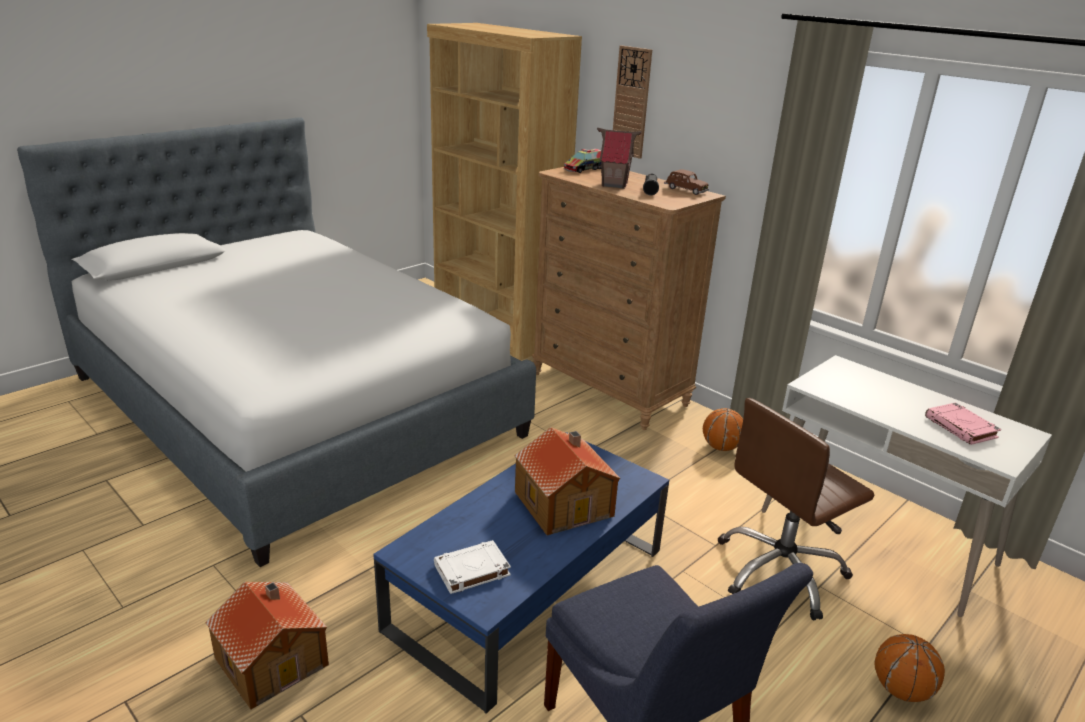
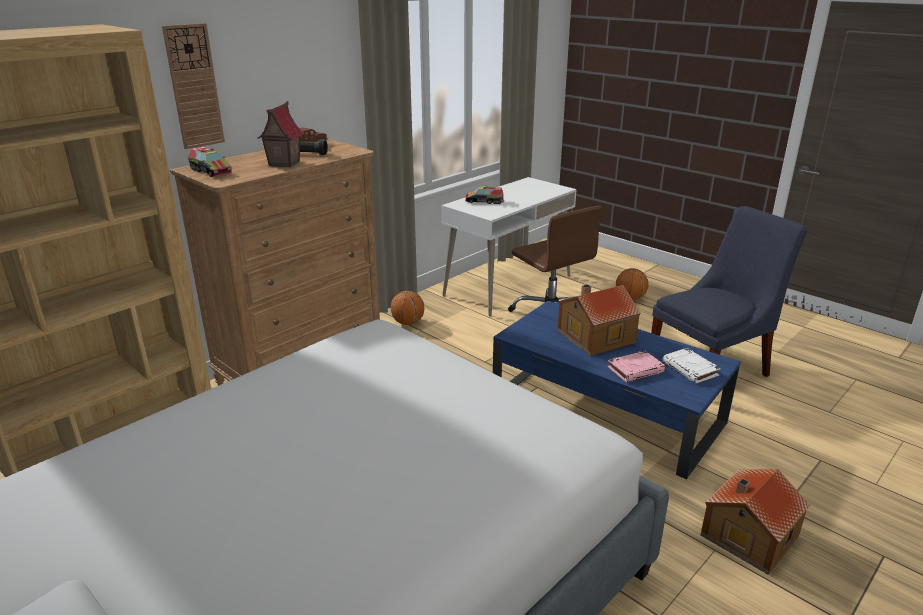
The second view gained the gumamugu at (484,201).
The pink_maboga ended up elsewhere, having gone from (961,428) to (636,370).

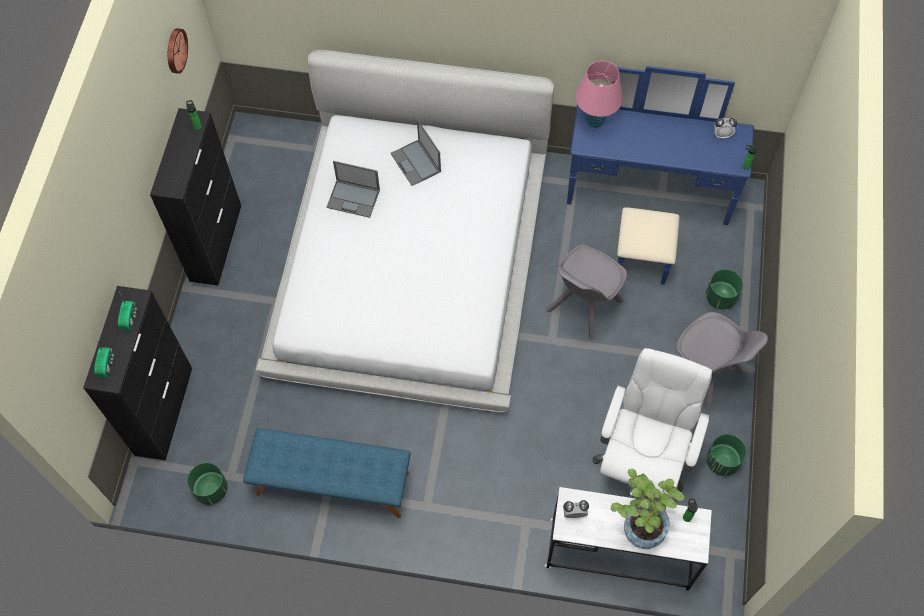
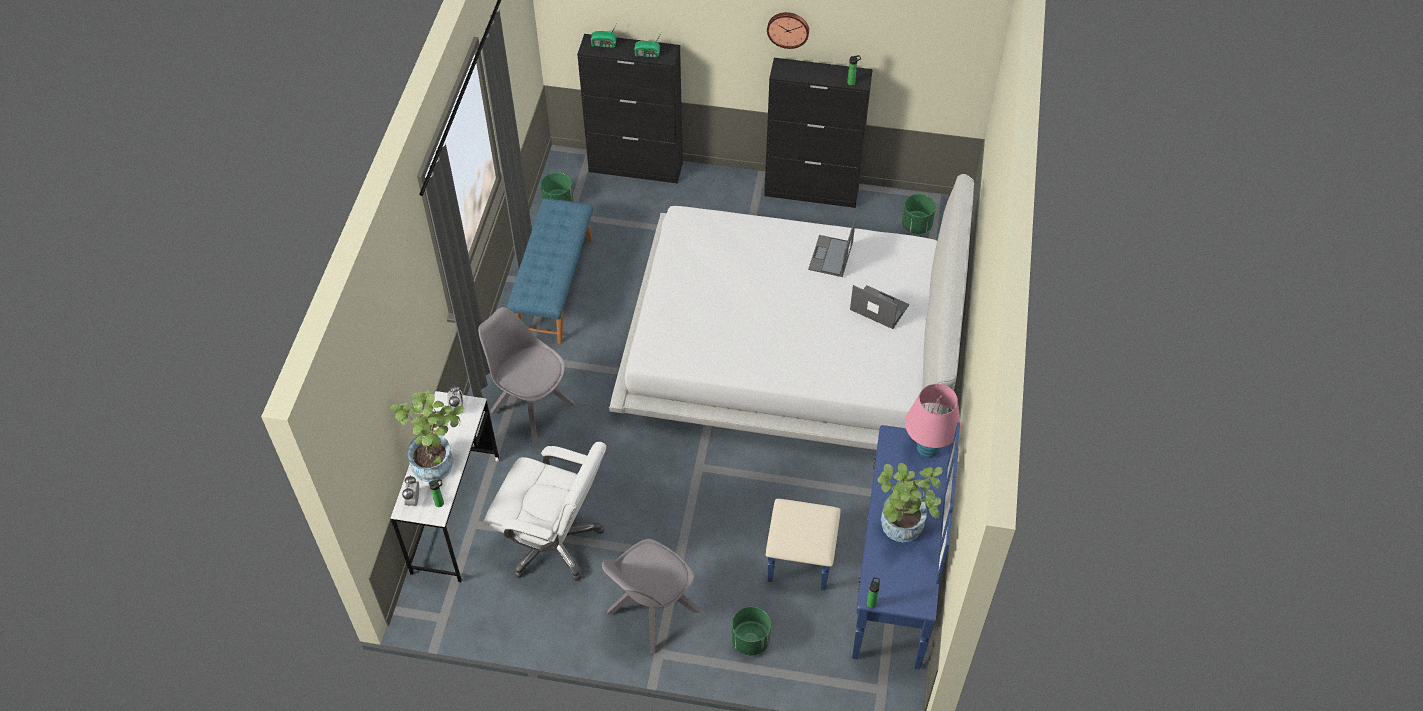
The second view gained the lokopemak at (900,530).
The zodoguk ended up elsewhere, having gone from (175,50) to (788,29).
The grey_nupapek ended up elsewhere, having gone from (583,307) to (531,406).
The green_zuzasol ended up elsewhere, having gone from (722,461) to (916,225).
The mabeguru ended up elsewhere, having gone from (722,134) to (413,500).
The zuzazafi at (416,163) ended up facing another way, 60 degrees clockwise from before.

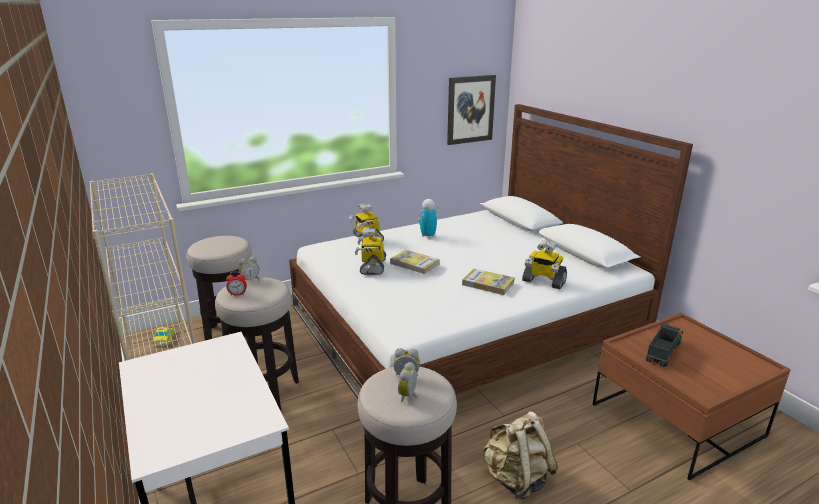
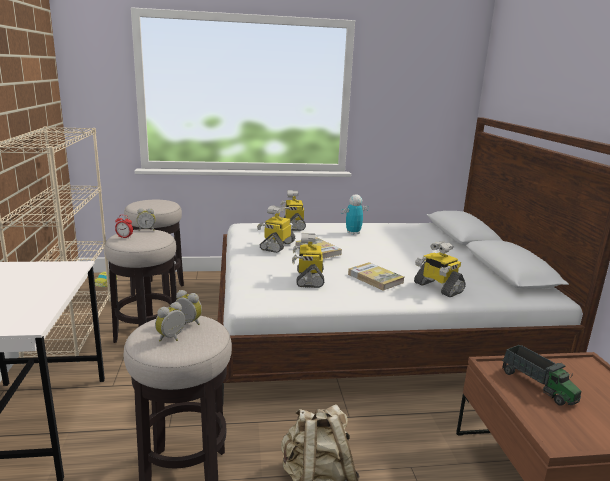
The second view lost the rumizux at (470,109).
The second view gained the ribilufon at (309,278).
The gumamugu at (663,352) ended up facing another way, 90 degrees clockwise from before.

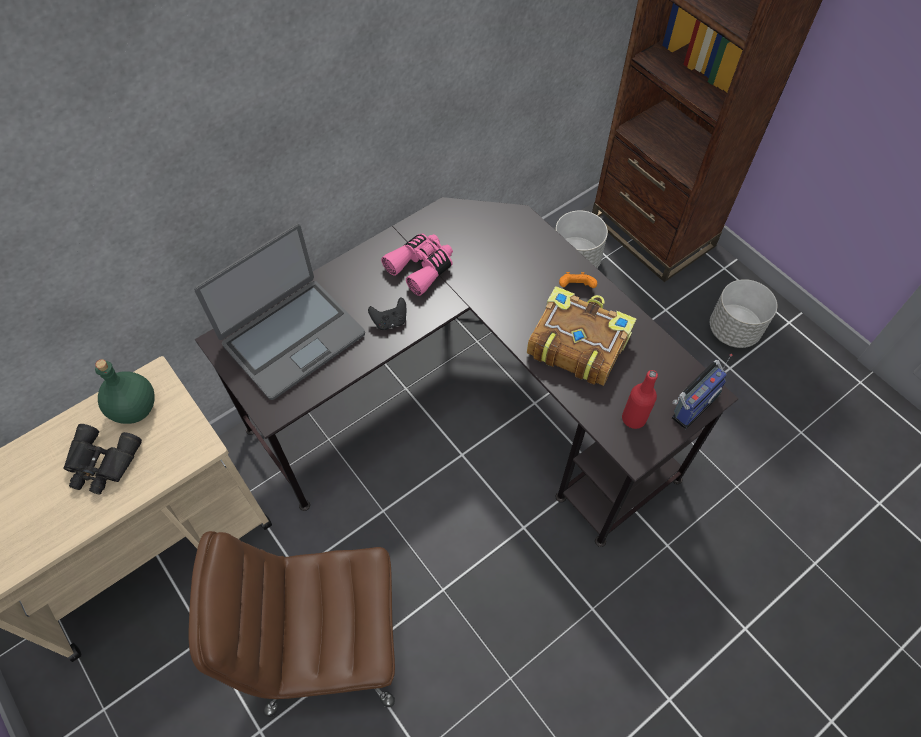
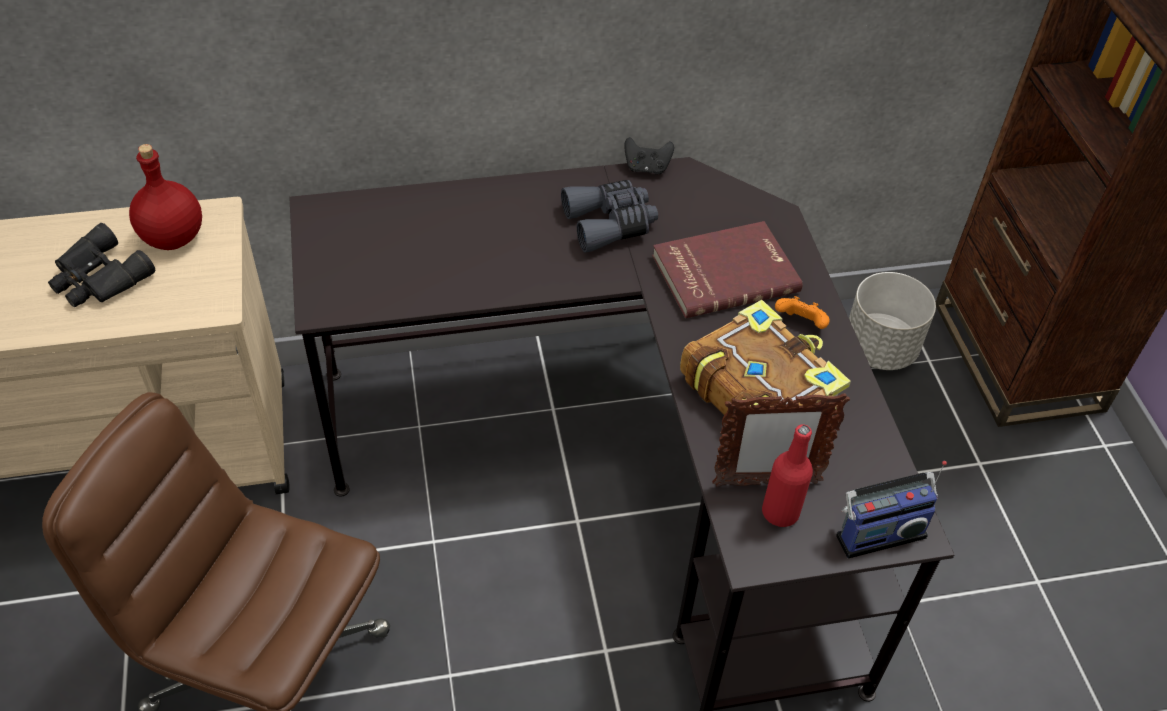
The second view lost the zuzazafi at (292,338).
The second view lost the grey_zuzasol at (734,330).
The second view gained the red_maboga at (724,272).
The second view gained the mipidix at (765,483).
The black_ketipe ended up elsewhere, having gone from (390,321) to (647,168).
What was the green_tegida at (136,409) turned into the red_tegida at (173,238).
What was the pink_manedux at (421,267) turned into the grey_manedux at (610,223).

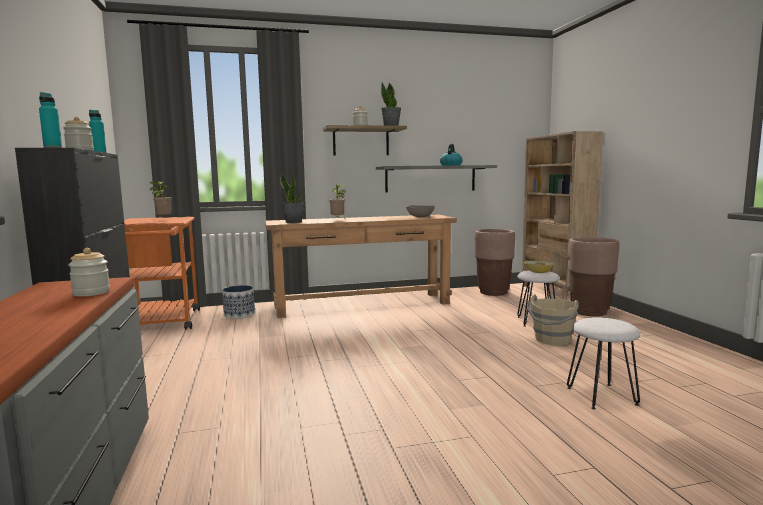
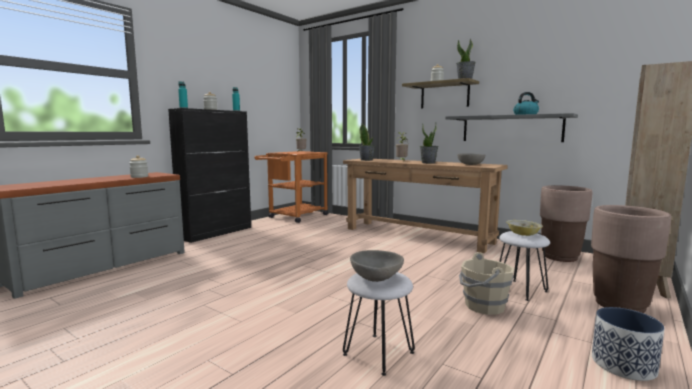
The second view gained the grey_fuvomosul at (376,278).
The second view gained the lokopemak at (428,162).
The zuzasol ended up elsewhere, having gone from (239,315) to (624,365).

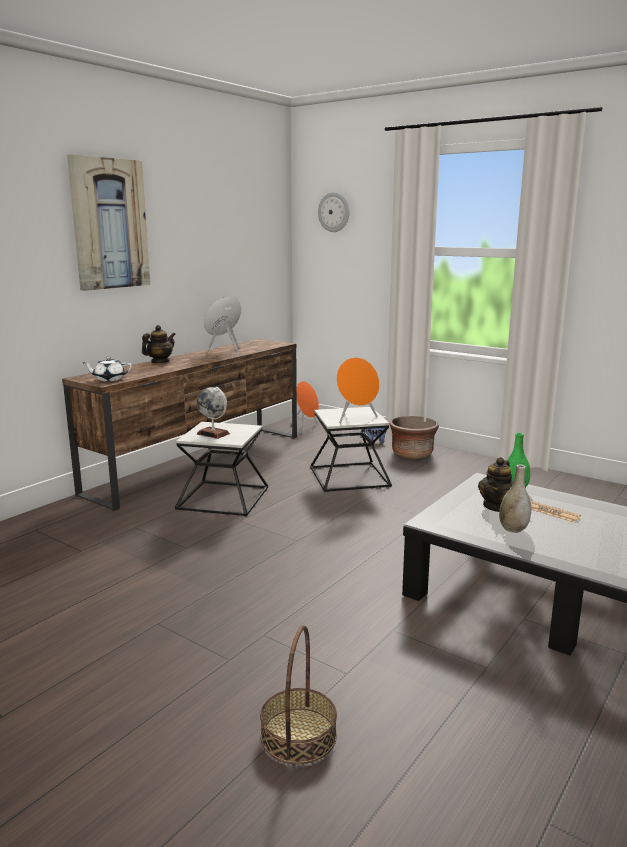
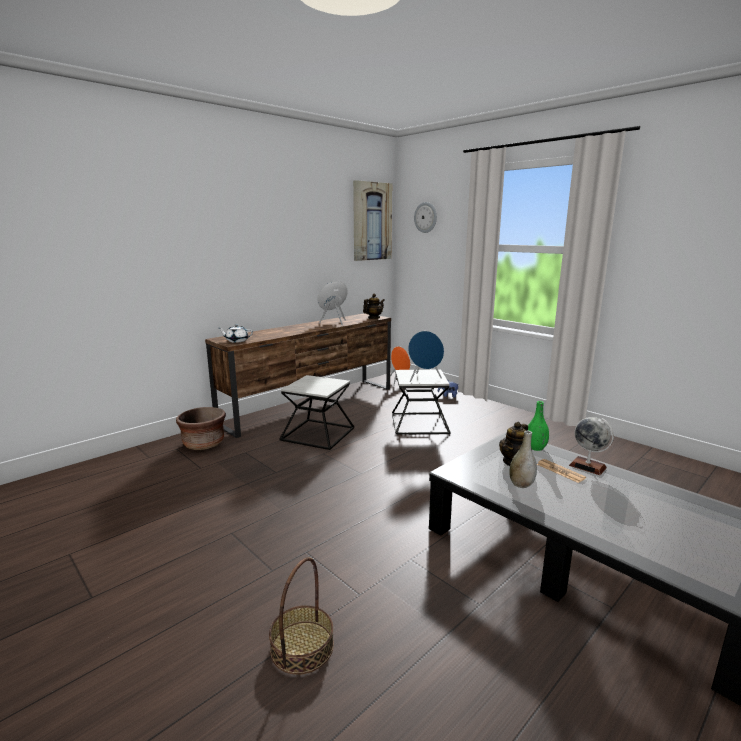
The rumizux ended up elsewhere, having gone from (109,224) to (372,221).
The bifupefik ended up elsewhere, having gone from (160,362) to (373,318).
The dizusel ended up elsewhere, having gone from (213,434) to (587,466).
The brown_zuzasol ended up elsewhere, having gone from (412,454) to (204,443).
What was the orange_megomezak at (356,419) turned into the blue_megomezak at (424,379).

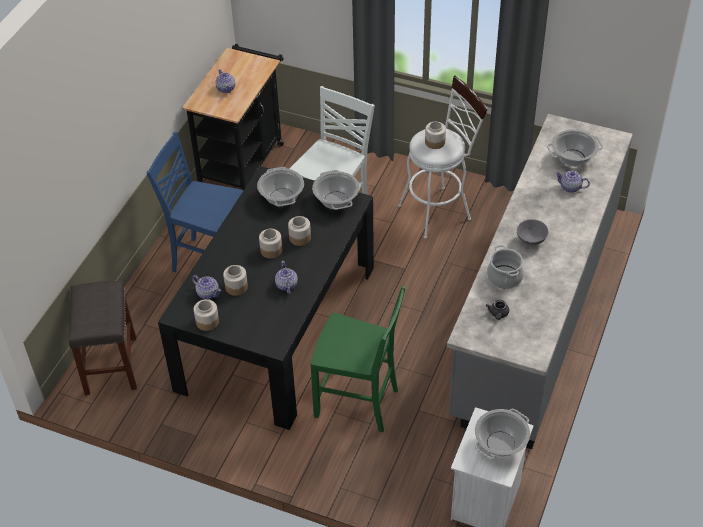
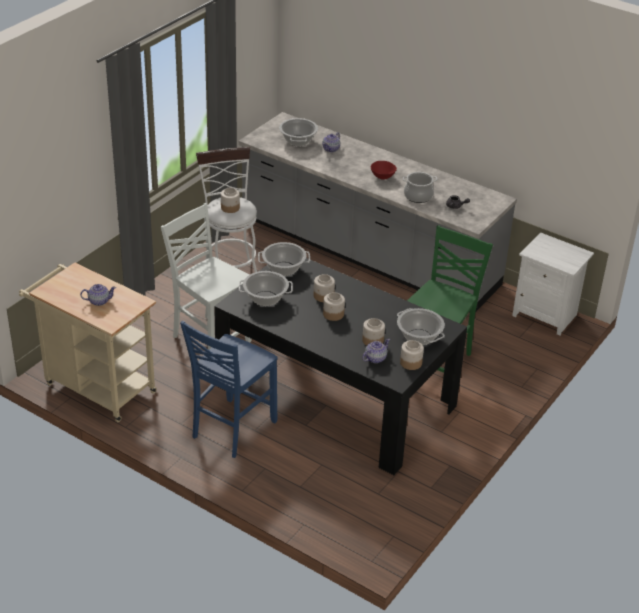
The second view lost the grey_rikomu at (110,365).
The second view lost the bifupefik at (286,285).
The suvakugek ended up elsewhere, having gone from (500,444) to (419,337).
What was the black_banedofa at (244,161) turned into the beige_banedofa at (95,386).
What was the grey_fuvomosul at (530,240) turned into the red_fuvomosul at (382,177).

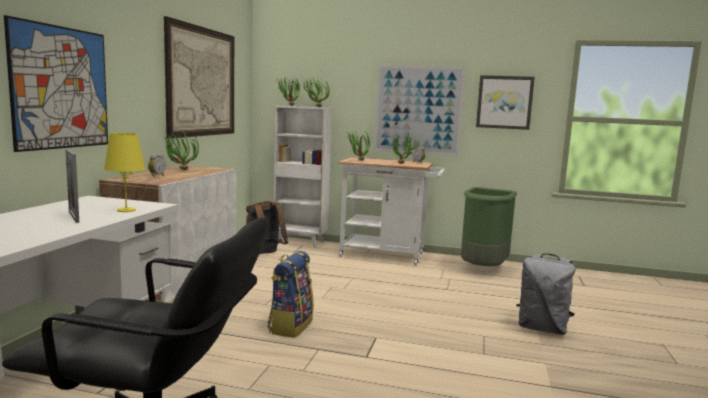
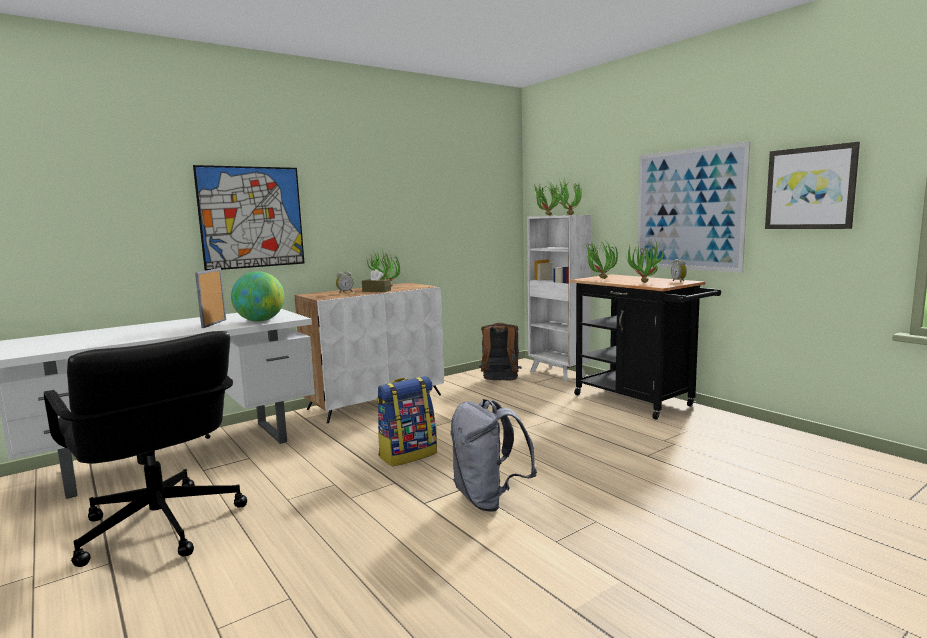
The second view lost the rumizux at (202,82).
The second view lost the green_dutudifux at (483,270).
The second view gained the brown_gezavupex at (376,291).
The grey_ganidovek ended up elsewhere, having gone from (542,328) to (489,499).
Where the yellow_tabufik stood at (126,210), the dizusel came to stand at (260,321).
What was the white_banedofa at (388,255) turned into the black_banedofa at (639,402).

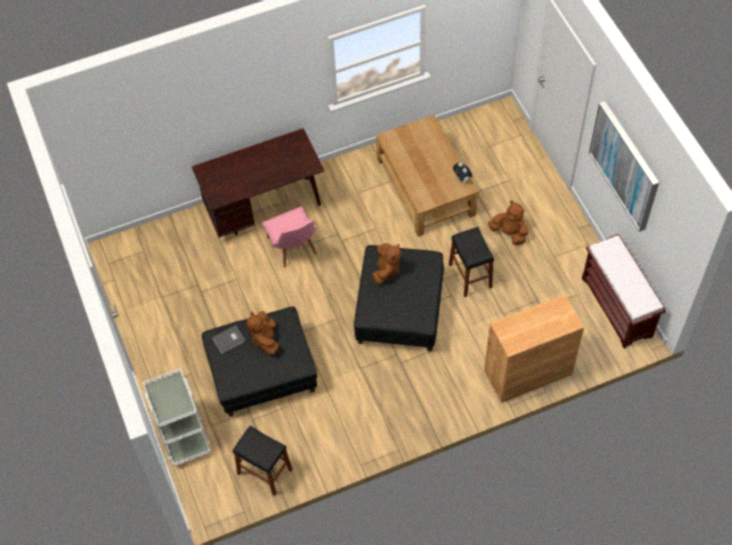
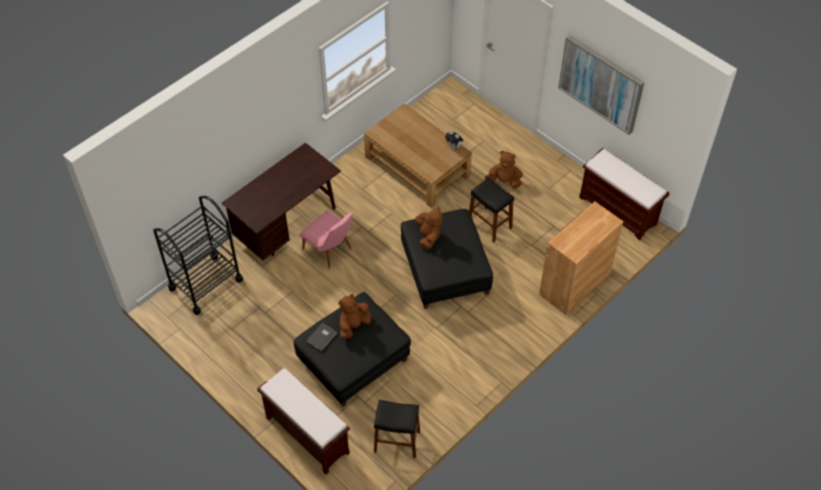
The second view gained the black_banedofa at (205,284).
Where the white_banedofa stood at (182,432), the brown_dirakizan came to stand at (306,435).
The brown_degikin at (265,339) ended up facing another way, 75 degrees clockwise from before.

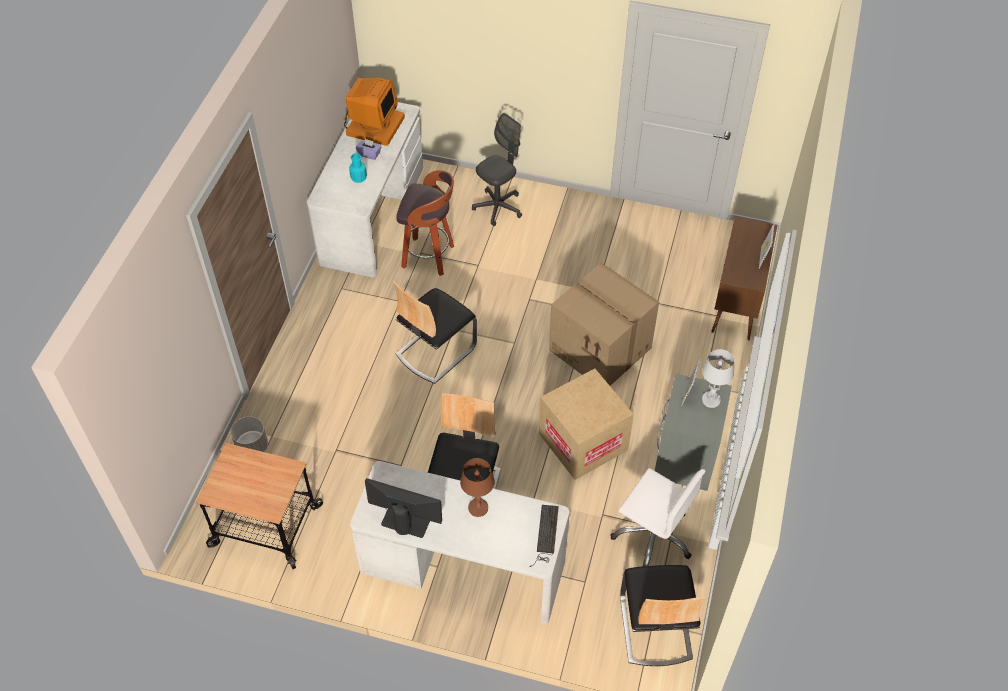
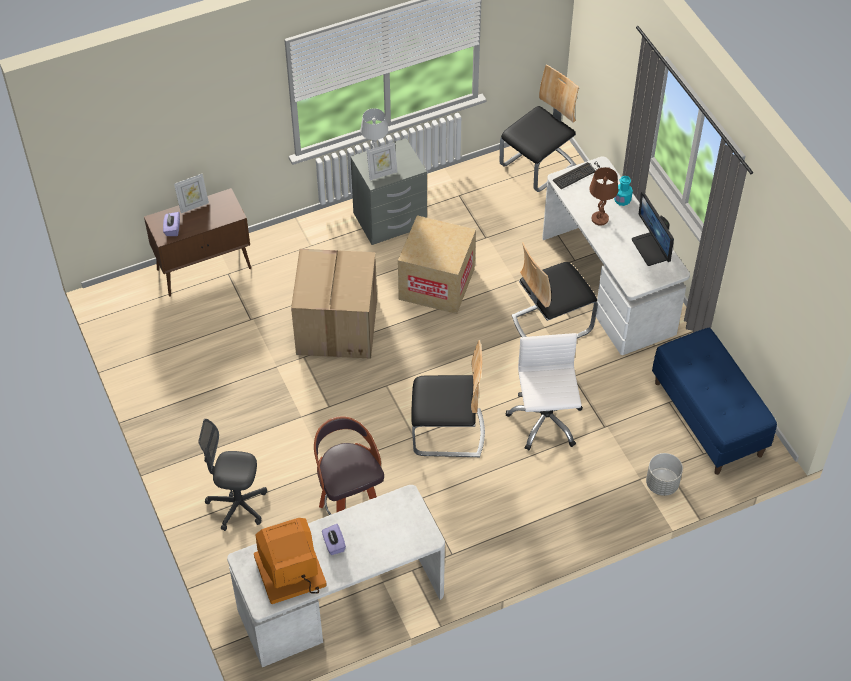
The second view gained the purple_gezavupex at (172,229).
The turquoise_tegida ended up elsewhere, having gone from (358,177) to (622,200).
The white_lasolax ended up elsewhere, having gone from (653,536) to (545,421).
Where the banedofa stood at (266,526), the blue_dirakizan came to stand at (708,418).

